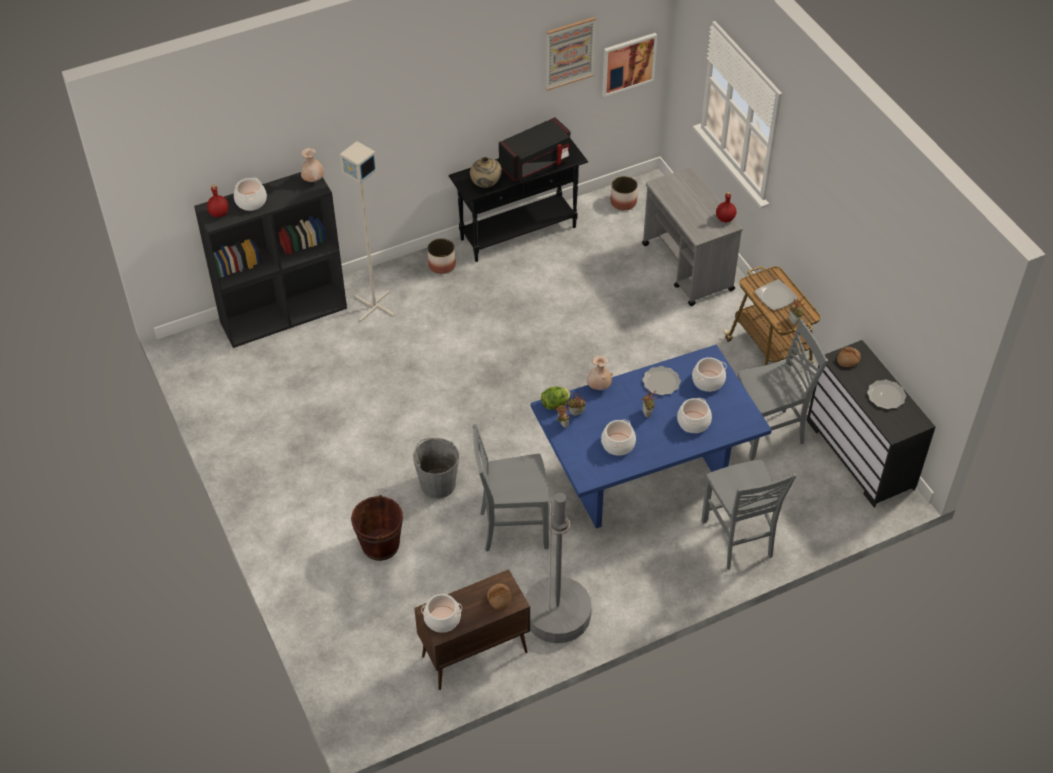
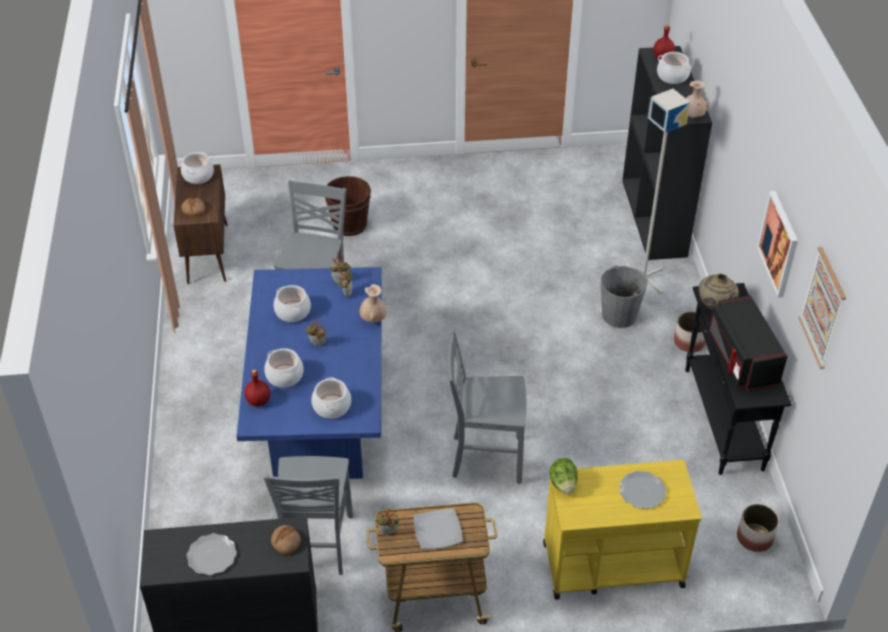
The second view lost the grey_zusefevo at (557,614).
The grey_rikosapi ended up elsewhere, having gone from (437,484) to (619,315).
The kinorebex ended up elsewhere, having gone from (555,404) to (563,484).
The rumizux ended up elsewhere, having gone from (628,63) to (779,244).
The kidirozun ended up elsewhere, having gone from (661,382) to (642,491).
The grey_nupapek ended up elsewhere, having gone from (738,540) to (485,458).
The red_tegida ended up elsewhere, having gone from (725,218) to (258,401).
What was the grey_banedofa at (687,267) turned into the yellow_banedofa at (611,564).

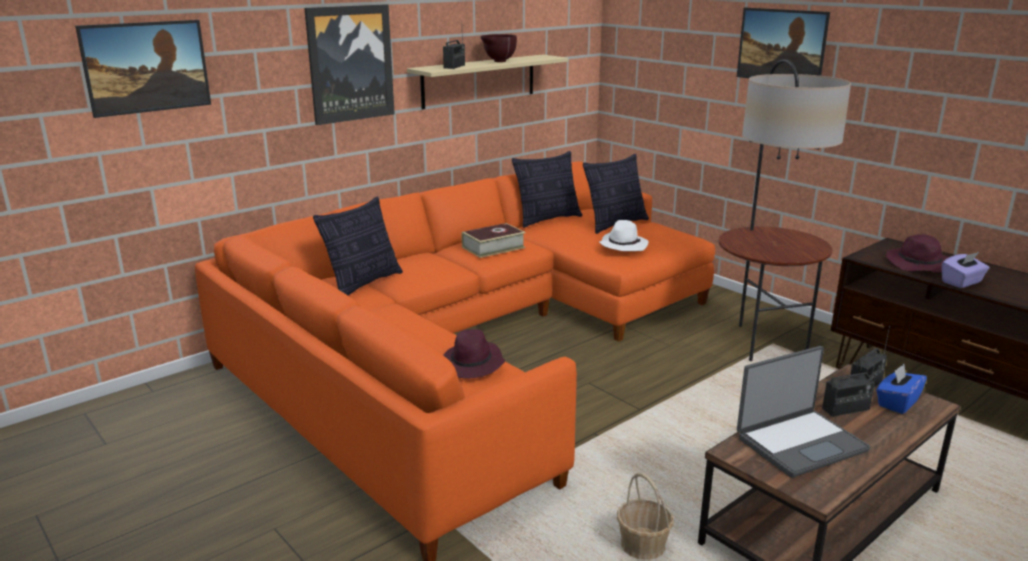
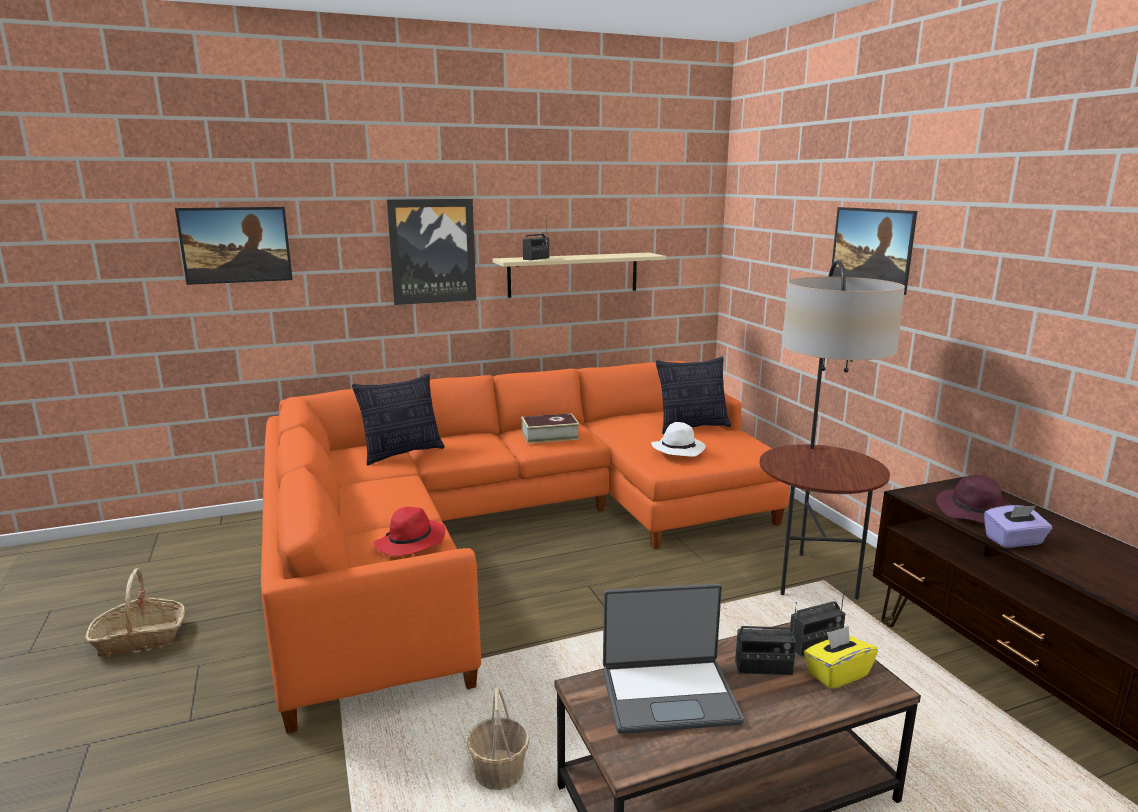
The second view lost the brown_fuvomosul at (498,61).
The second view lost the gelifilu at (547,219).
The second view gained the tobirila at (140,638).
What was the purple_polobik at (472,365) turned into the red_polobik at (410,543).
What was the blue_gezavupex at (897,403) turned into the yellow_gezavupex at (837,674).

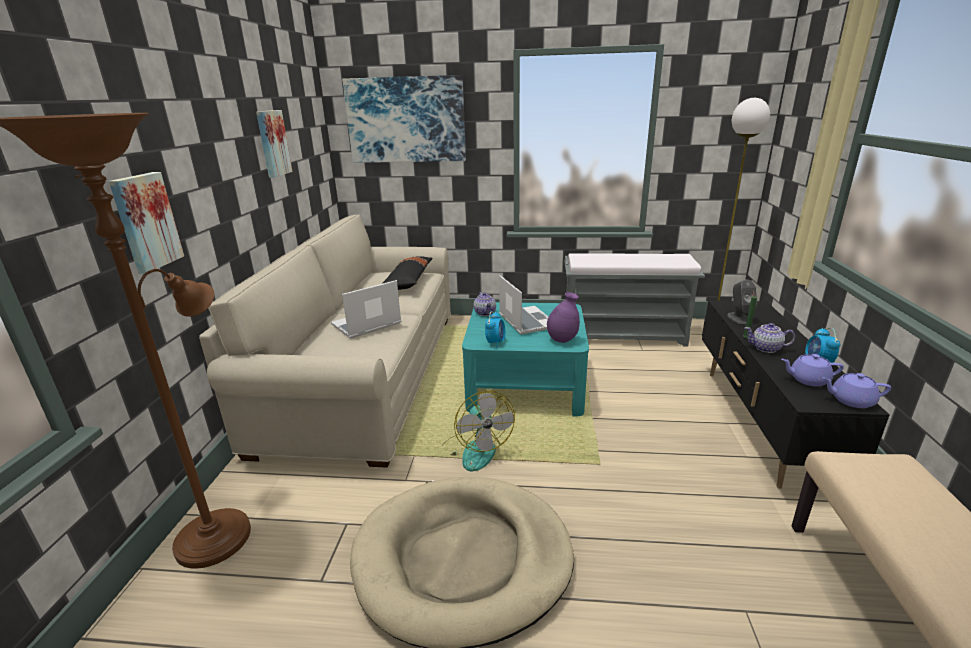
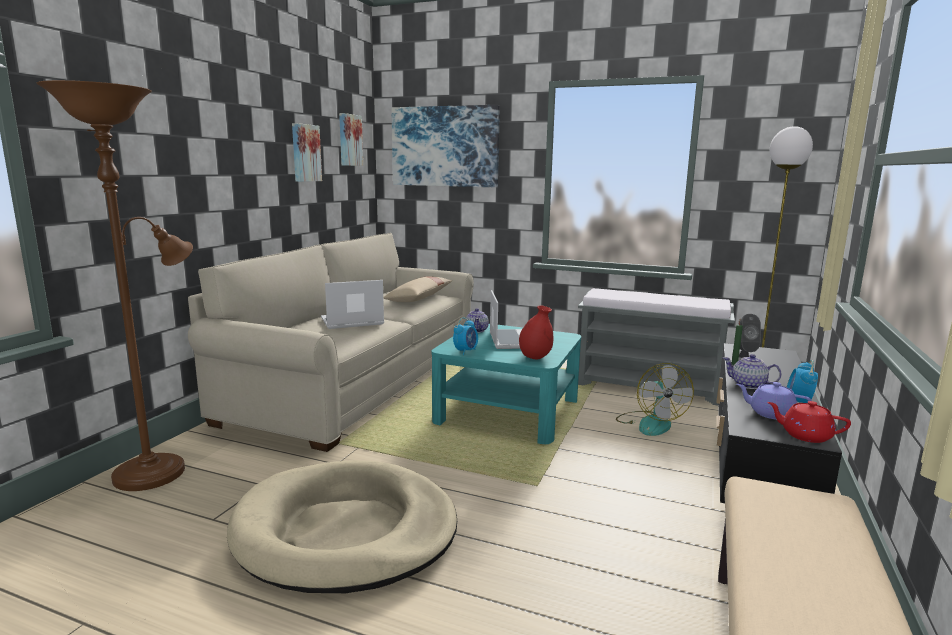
The rumizux ended up elsewhere, having gone from (145,222) to (349,140).
The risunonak ended up elsewhere, having gone from (474,449) to (650,423).
What was the black_gelifilu at (407,281) turned into the beige_gelifilu at (419,298).
What was the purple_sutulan at (562,340) turned into the red_sutulan at (535,357).
What was the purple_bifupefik at (851,400) turned into the red_bifupefik at (805,435).

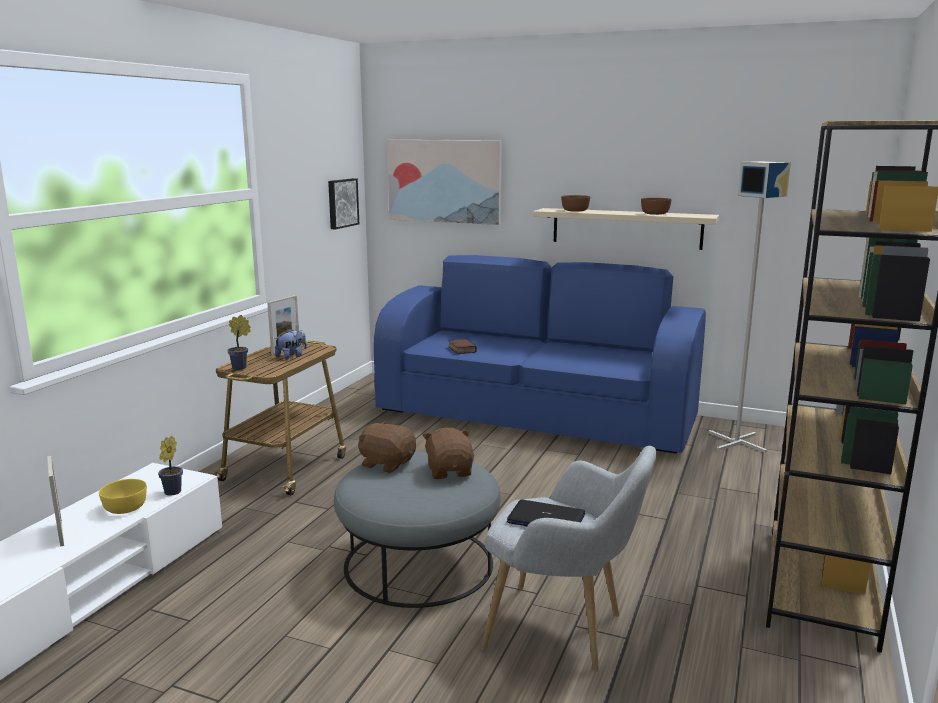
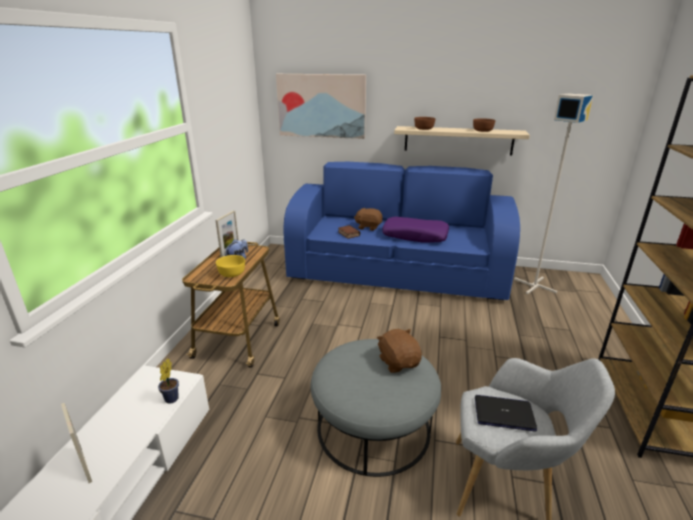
The second view lost the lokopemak at (241,368).
The second view lost the rumizux at (341,203).
The second view gained the purple_gelifilu at (415,236).
The yellow_fuvomosul ended up elsewhere, having gone from (125,508) to (232,273).
The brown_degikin ended up elsewhere, having gone from (387,464) to (368,227).

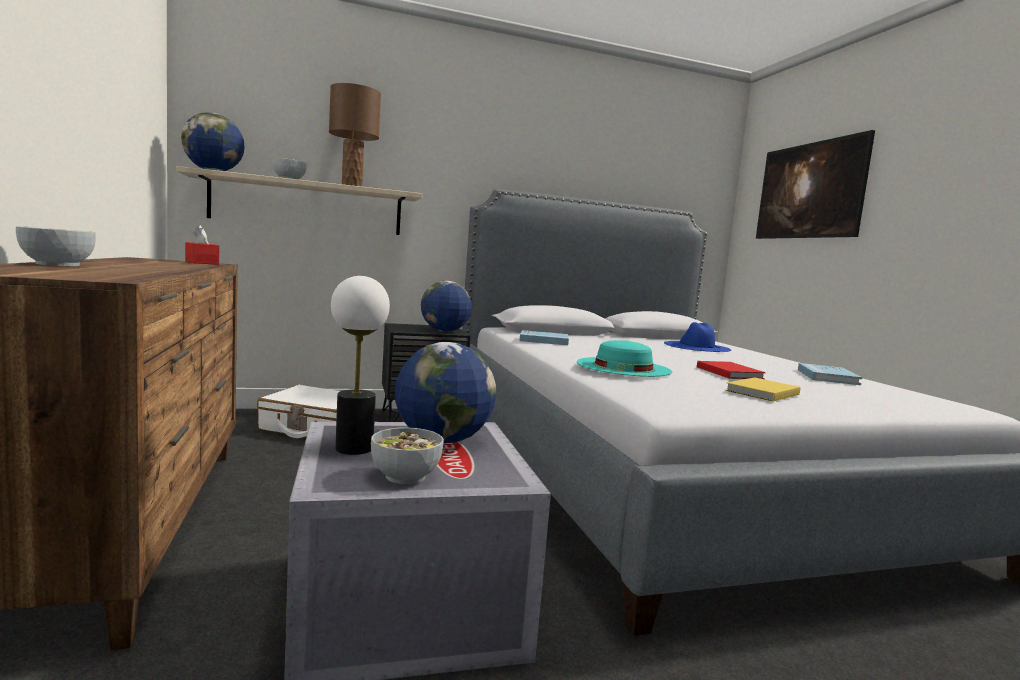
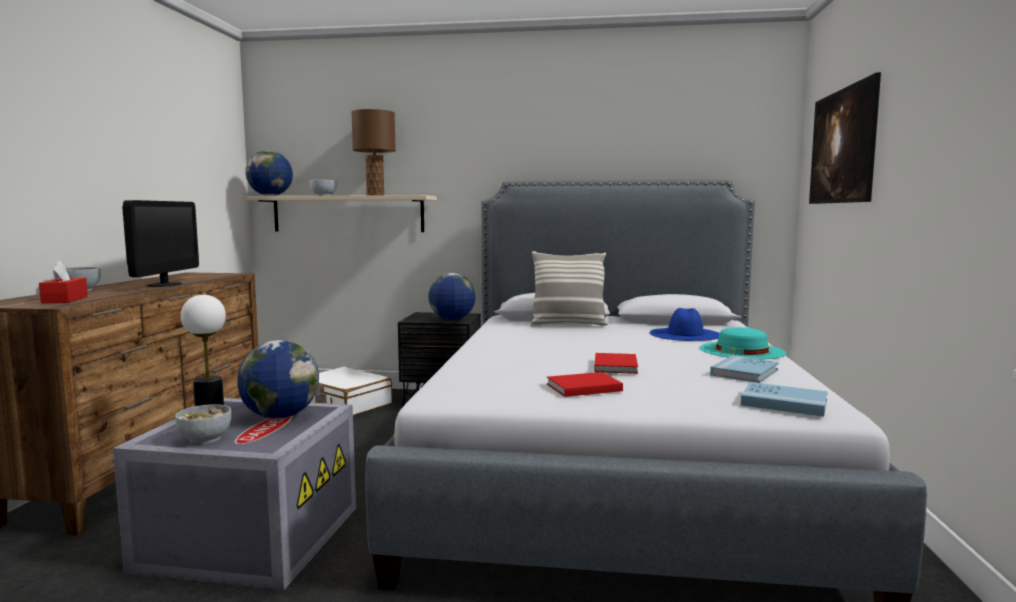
The second view gained the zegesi at (164,284).
The second view gained the gelifilu at (568,324).
The red_gezavupex ended up elsewhere, having gone from (201,262) to (65,300).
The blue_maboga ended up elsewhere, having gone from (544,340) to (784,403).
The turquoise_polobik ended up elsewhere, having gone from (623,367) to (742,350).
What was the yellow_maboga at (760,392) turned into the red_maboga at (581,387).

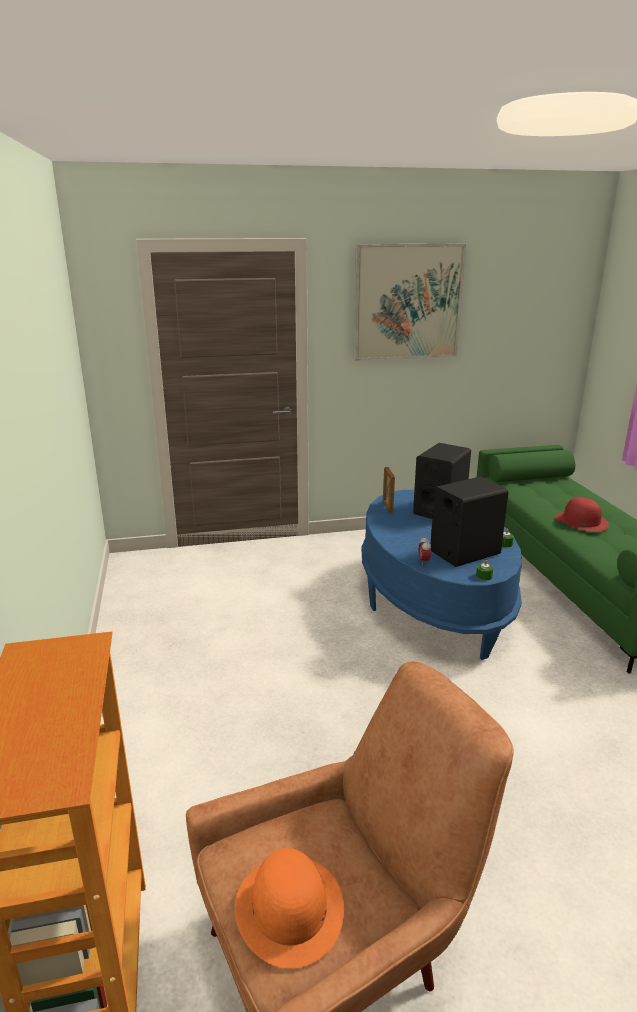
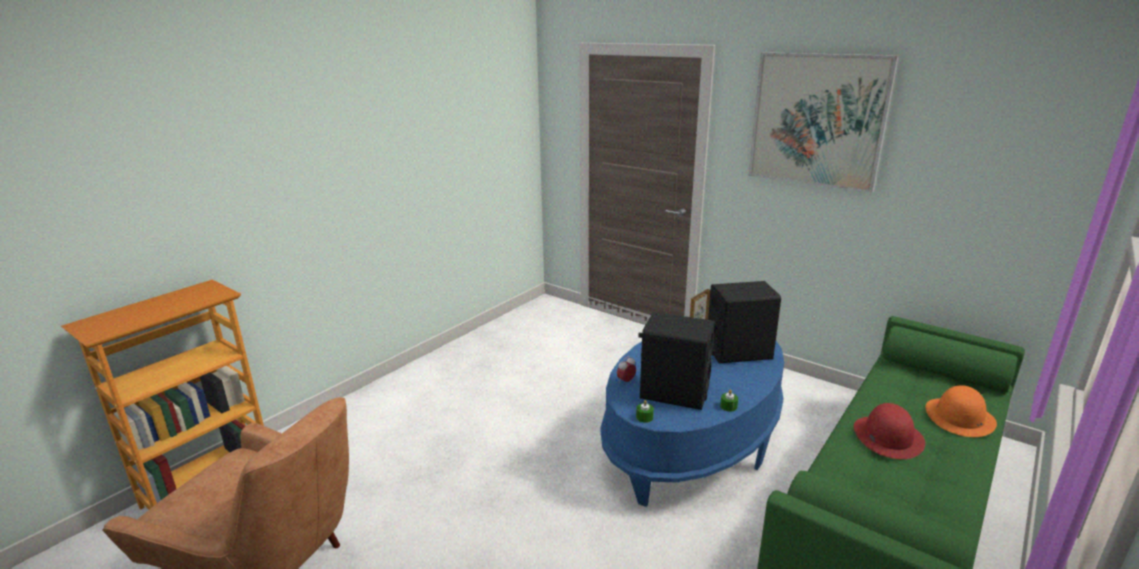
The orange_polobik ended up elsewhere, having gone from (289,908) to (959,417).

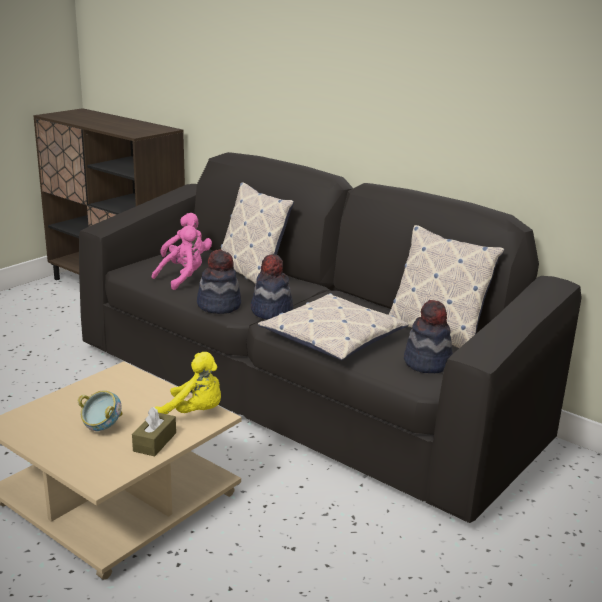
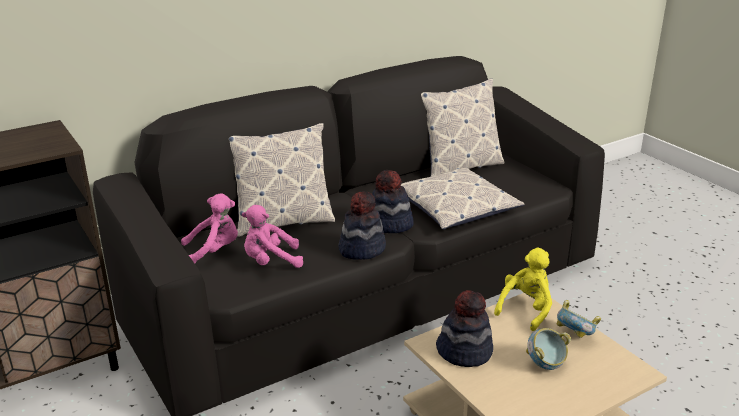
The polobik ended up elsewhere, having gone from (428,362) to (464,351).
Where the brown_gezavupex stood at (155,442), the fuvomosul came to stand at (574,336).
The pink_degikin at (182,279) ended up facing another way, 75 degrees counterclockwise from before.

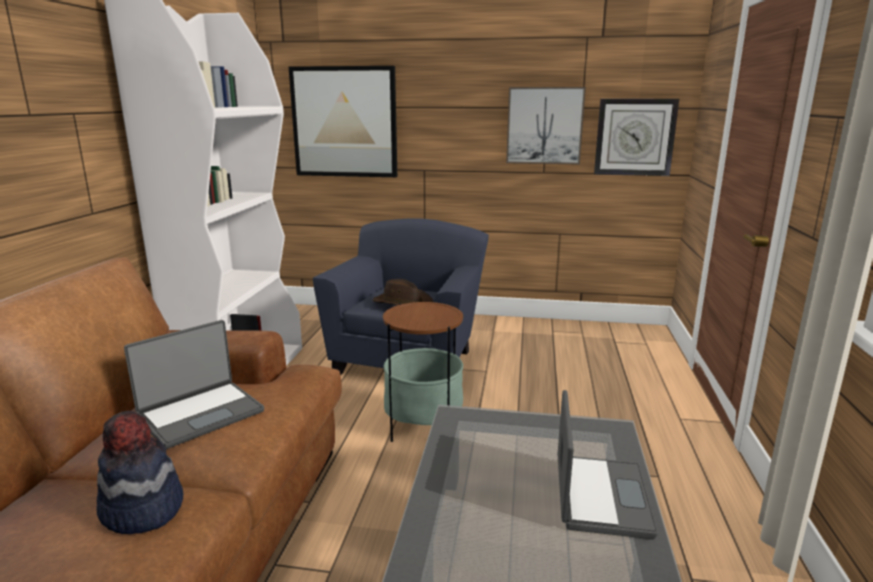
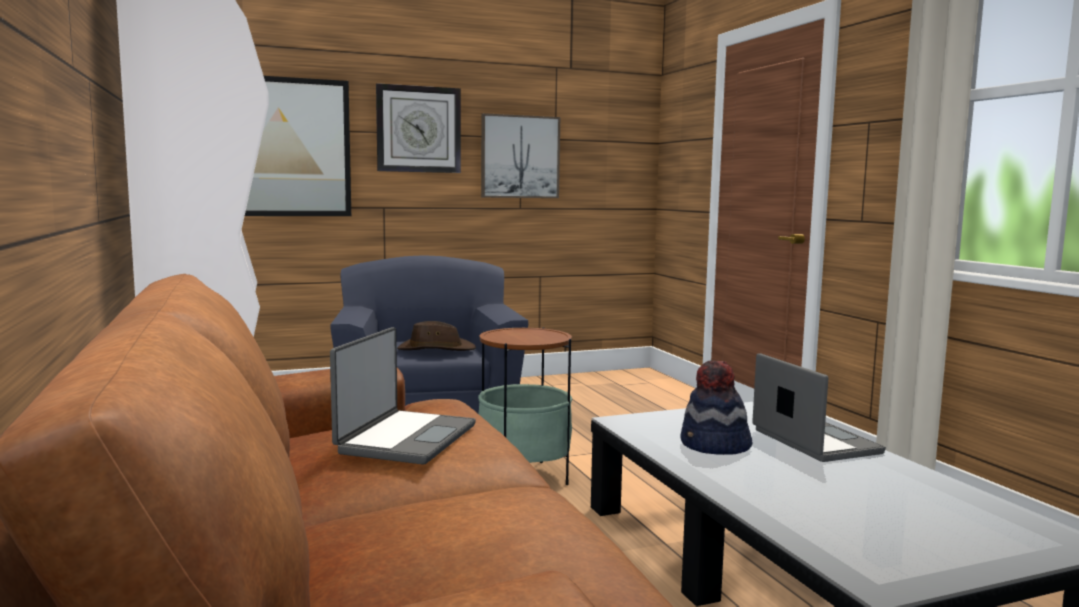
The polobik ended up elsewhere, having gone from (142,509) to (714,446).
The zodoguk ended up elsewhere, having gone from (634,137) to (418,129).

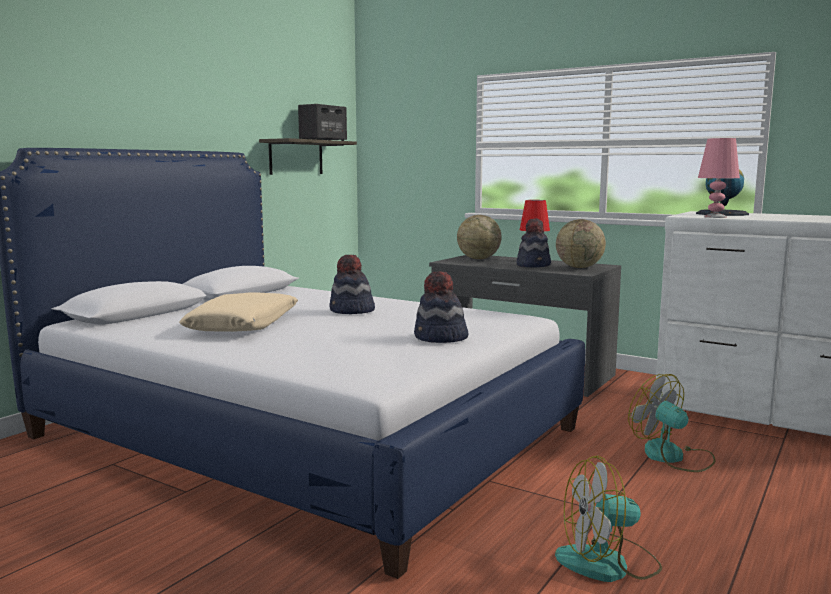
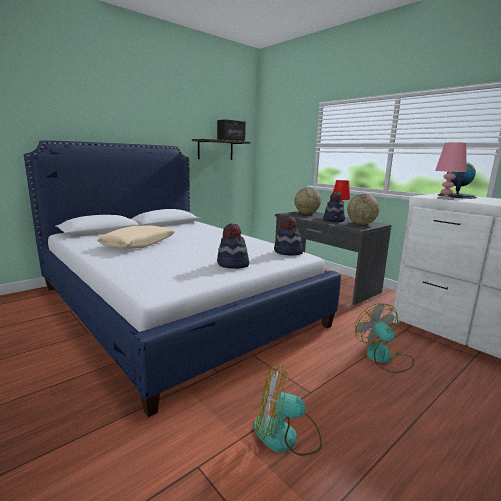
The polobik ended up elsewhere, having gone from (351,311) to (288,252).

